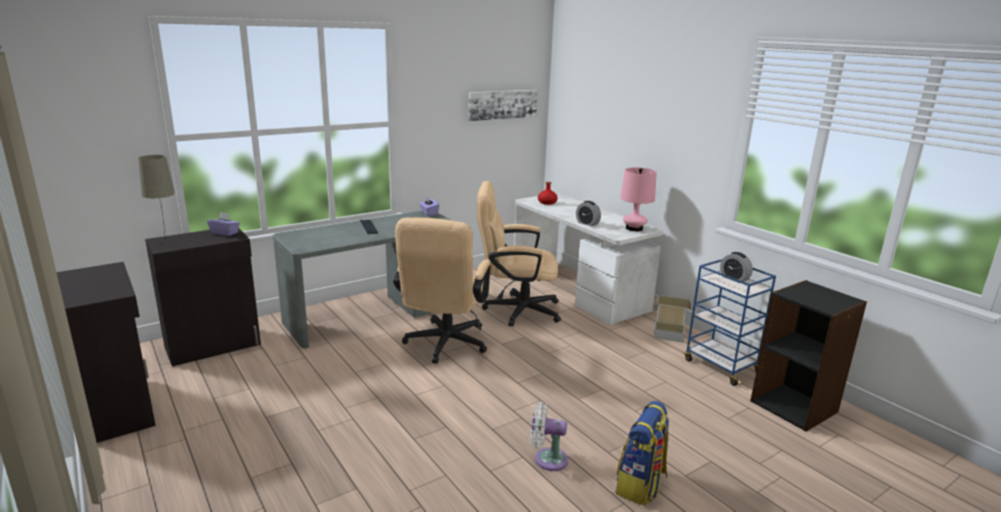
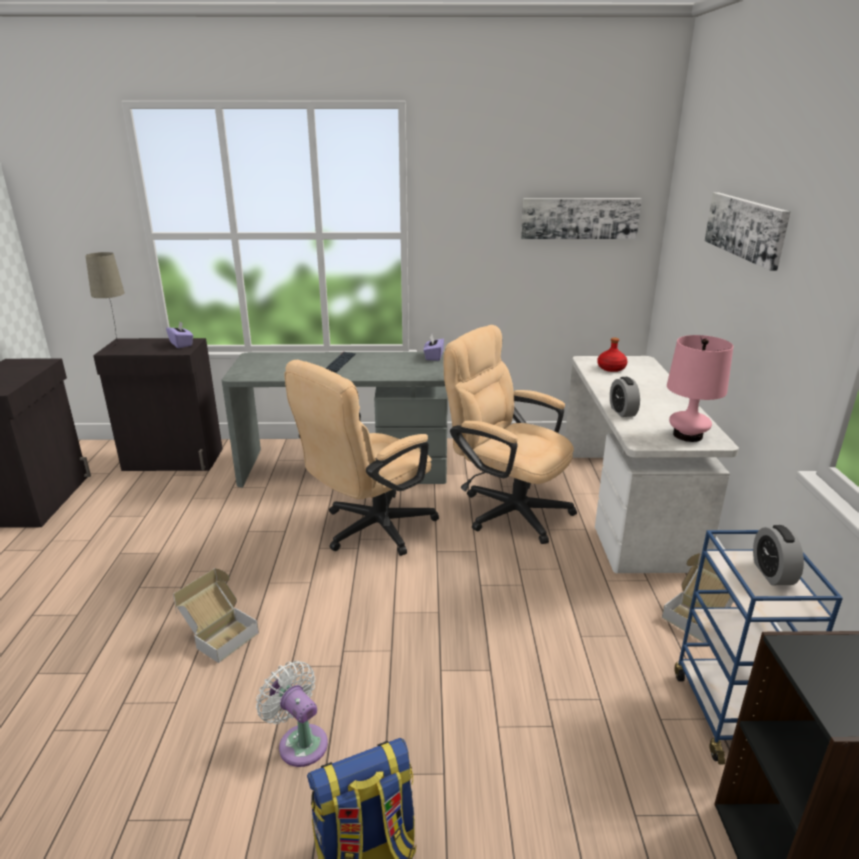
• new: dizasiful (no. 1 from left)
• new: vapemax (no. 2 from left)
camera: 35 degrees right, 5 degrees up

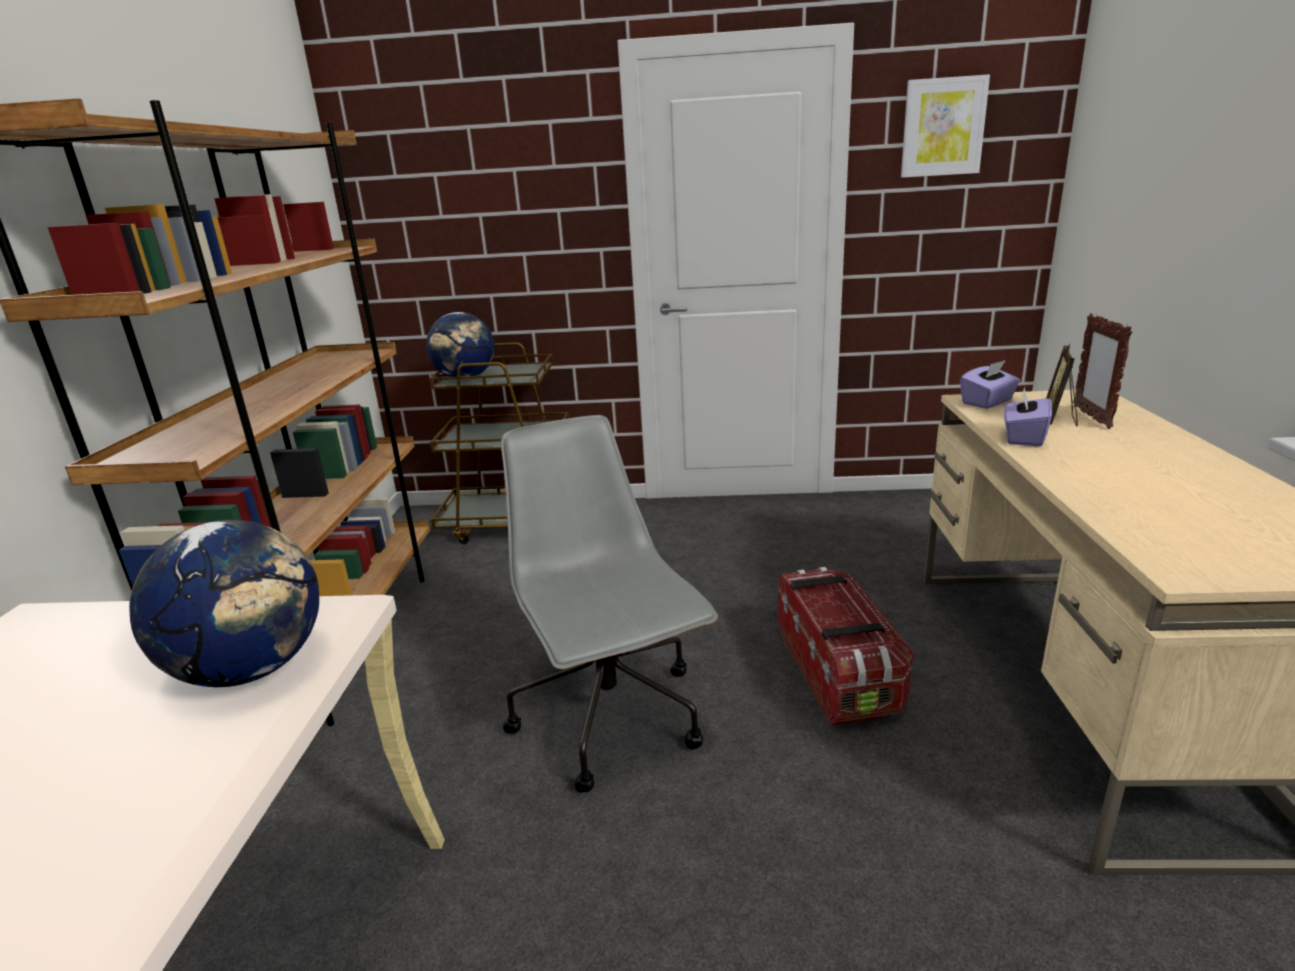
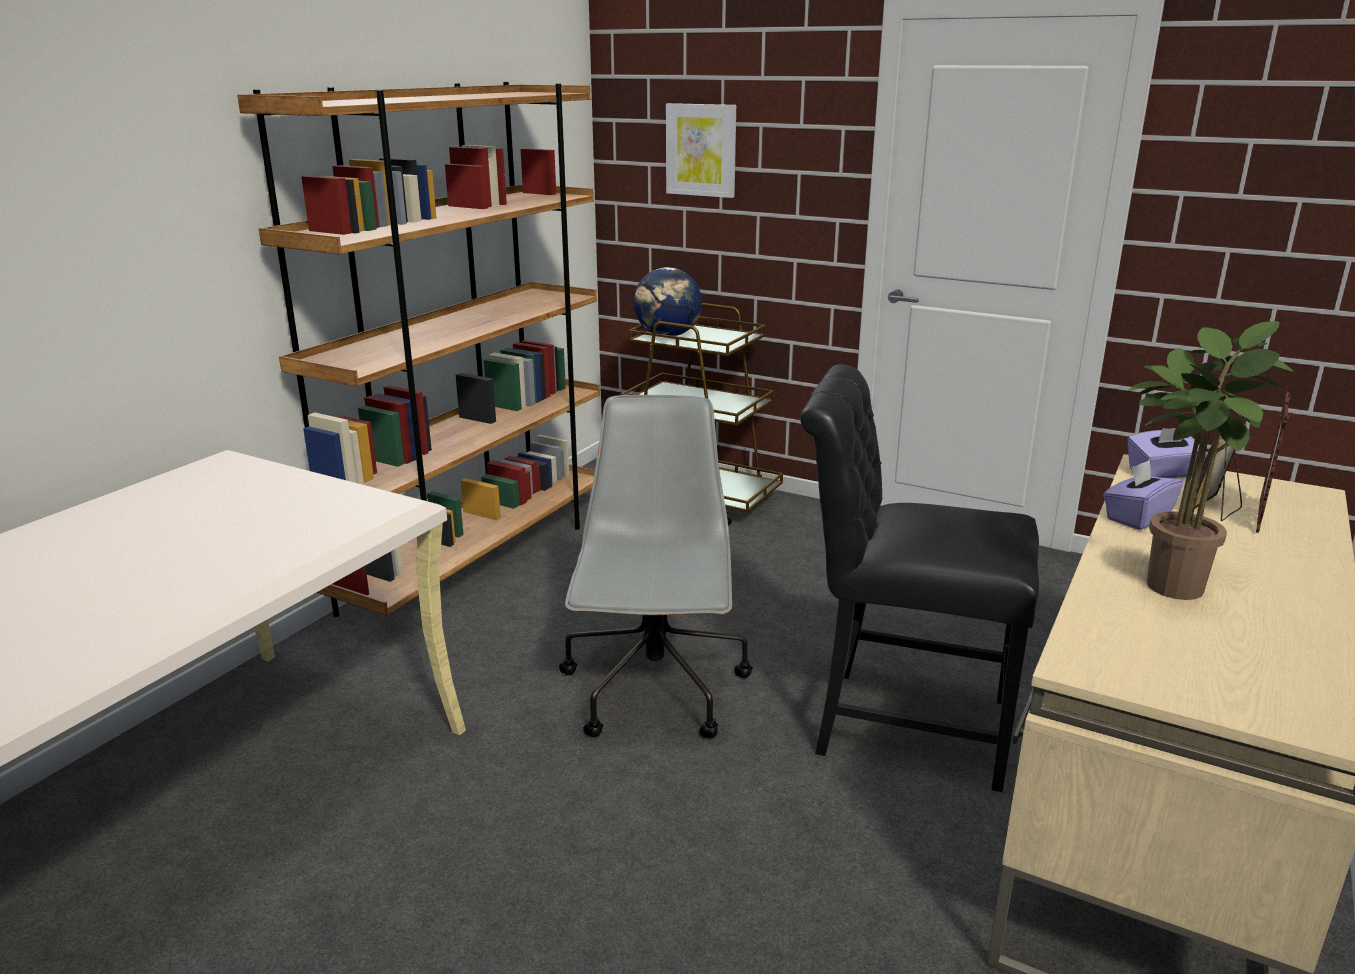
• gone: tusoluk (no. 1 from left)
• swapped: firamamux to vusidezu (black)
• shifted: vapemax
• new: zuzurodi
camera: 25 degrees right, 0 degrees up

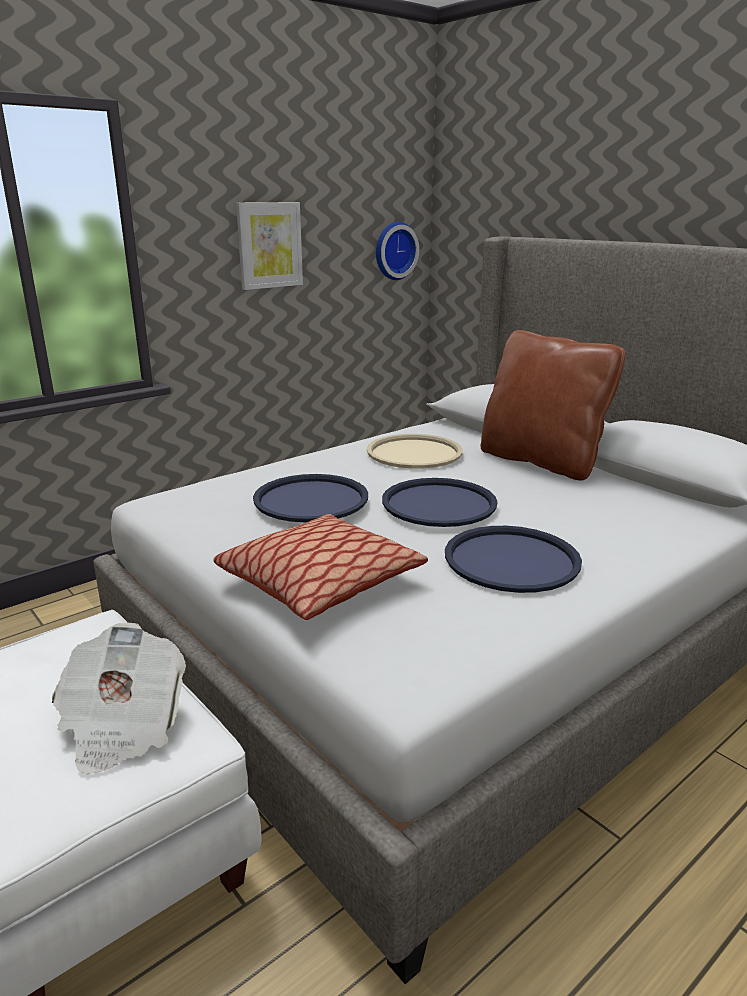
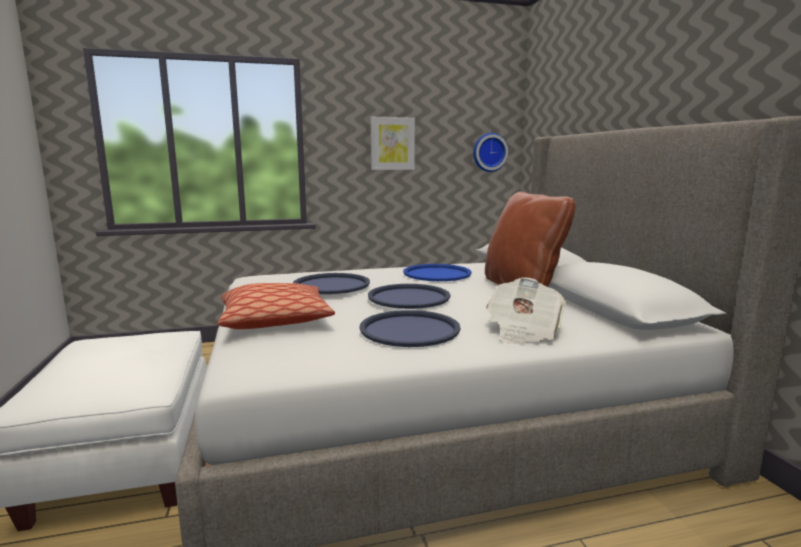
• shifted: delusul
• repainted: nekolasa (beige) to nekolasa (blue) (no. 4 from left)
camera: 25 degrees right, 10 degrees down

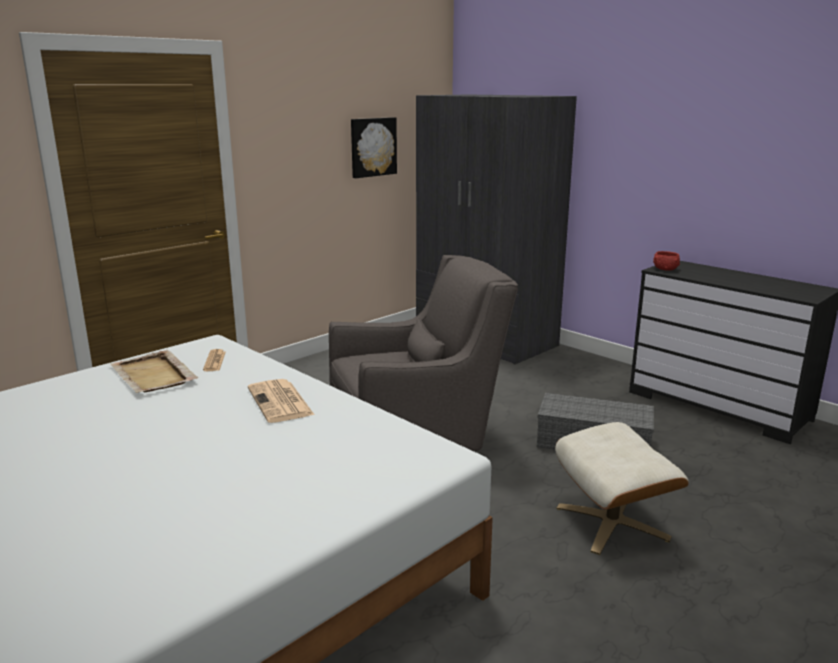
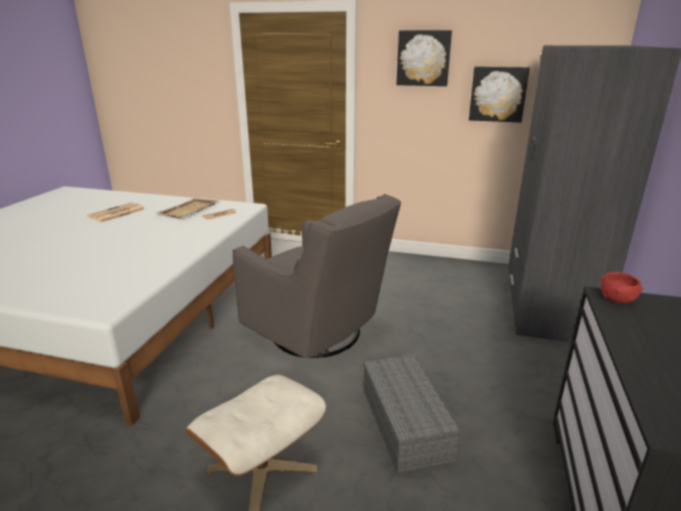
• shifted: delusul (no. 2 from left in the first image) to delusul (no. 1 from left)
• new: vapemax (no. 1 from left)
camera: 60 degrees right, 5 degrees up

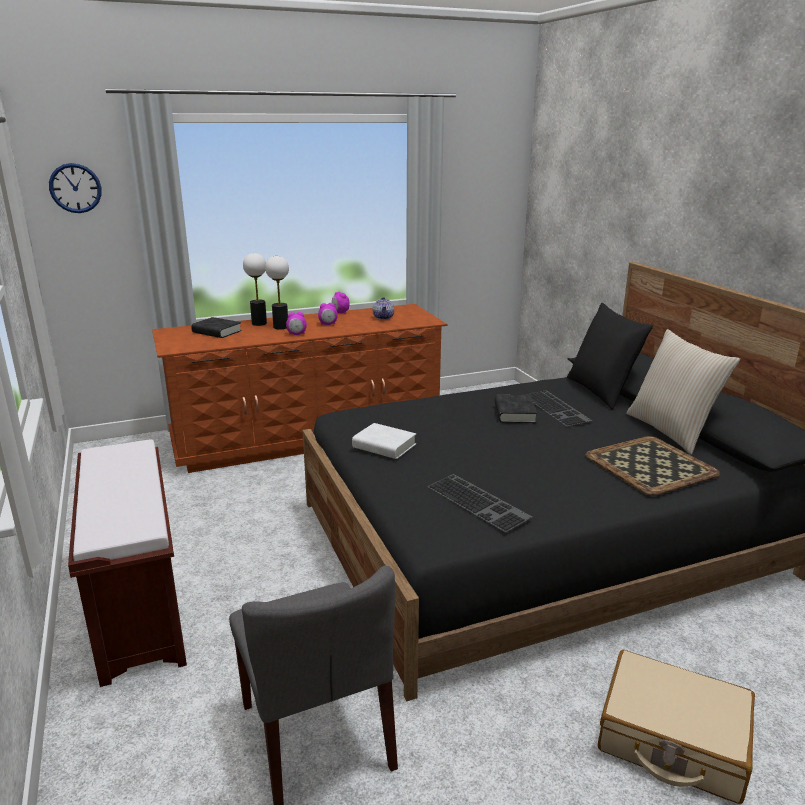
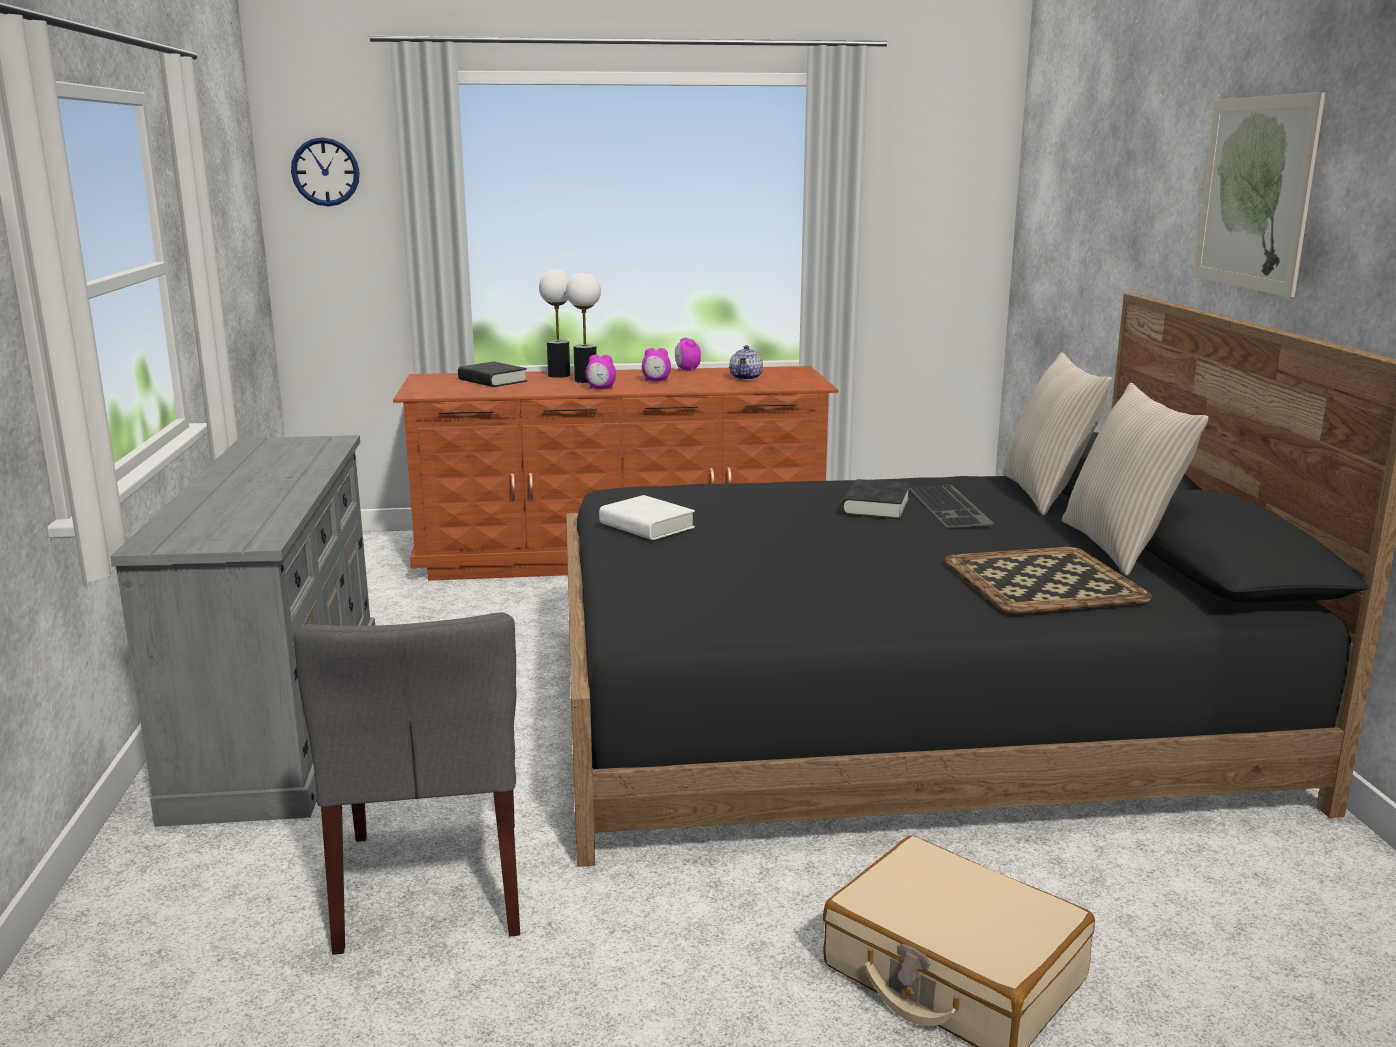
• swapped: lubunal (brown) to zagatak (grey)
• gone: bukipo (no. 1 from left)
• repainted: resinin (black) to resinin (beige) (no. 1 from left)
• new: vapemax
camera: 15 degrees right, 5 degrees down

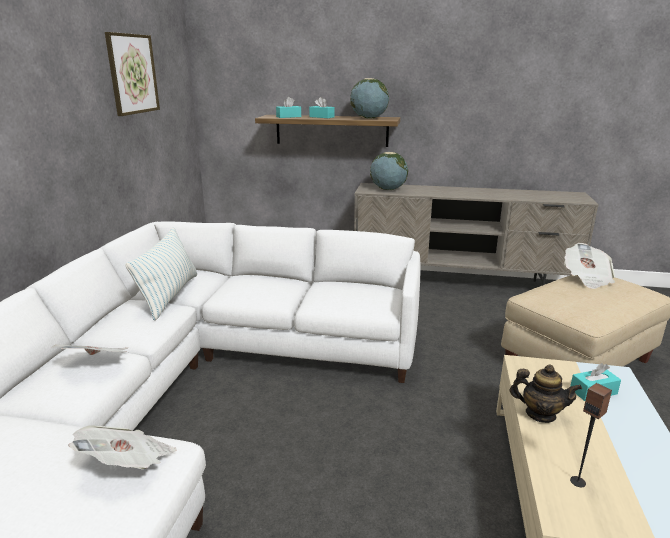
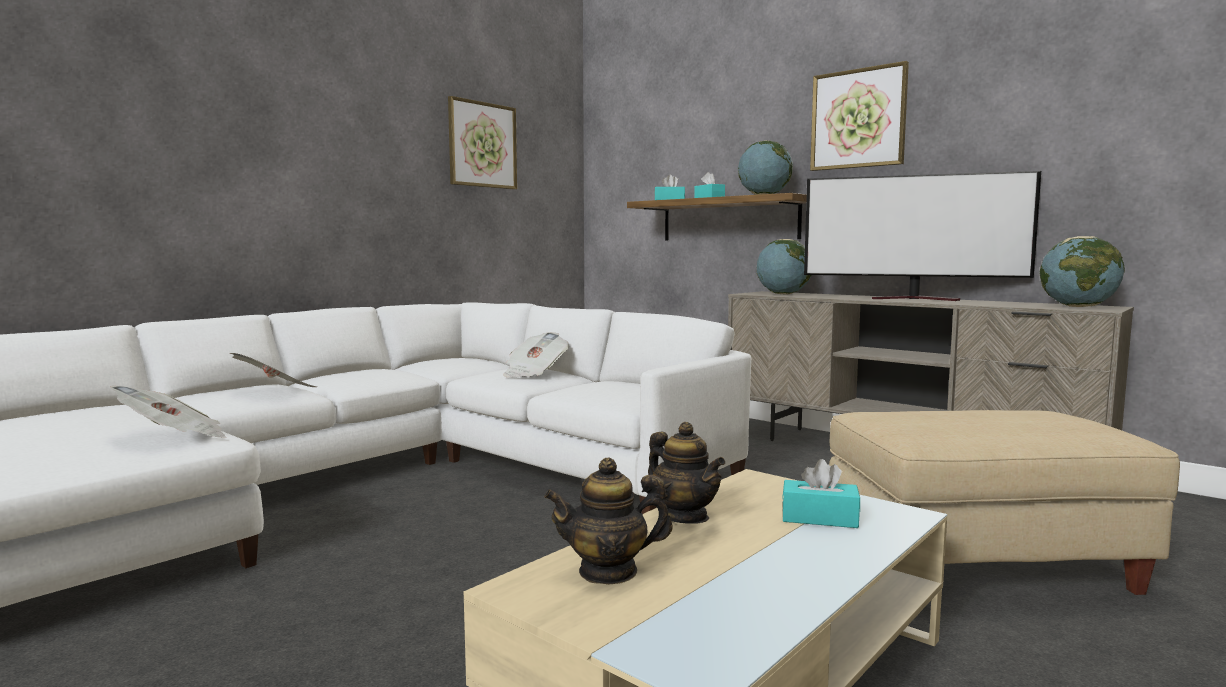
• gone: resinin
• shifted: delusul (no. 3 from left)
• swapped: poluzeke to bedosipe (no. 1 from left)
• new: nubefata
• new: vapemax (no. 2 from left)
• new: tusoluk (no. 3 from left)
camera: 30 degrees right, 15 degrees down

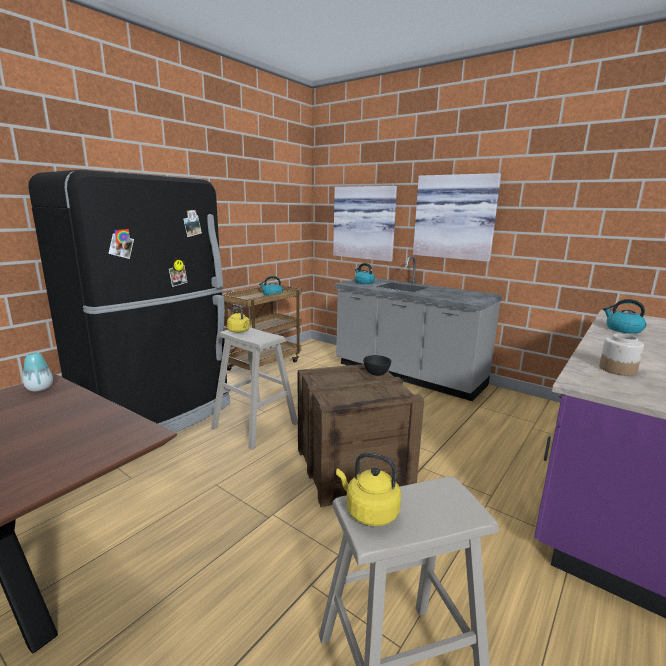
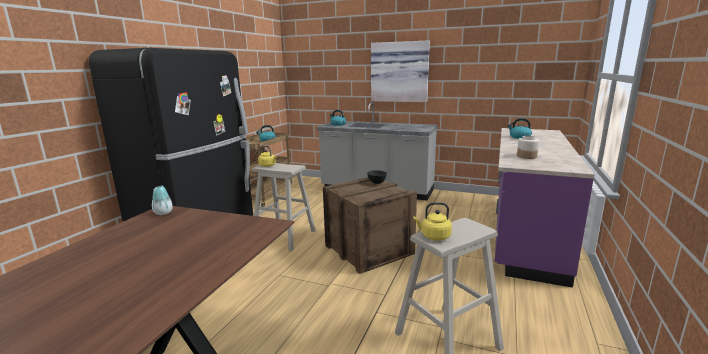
• gone: vapemax (no. 1 from left)
camera: 15 degrees left, 0 degrees up

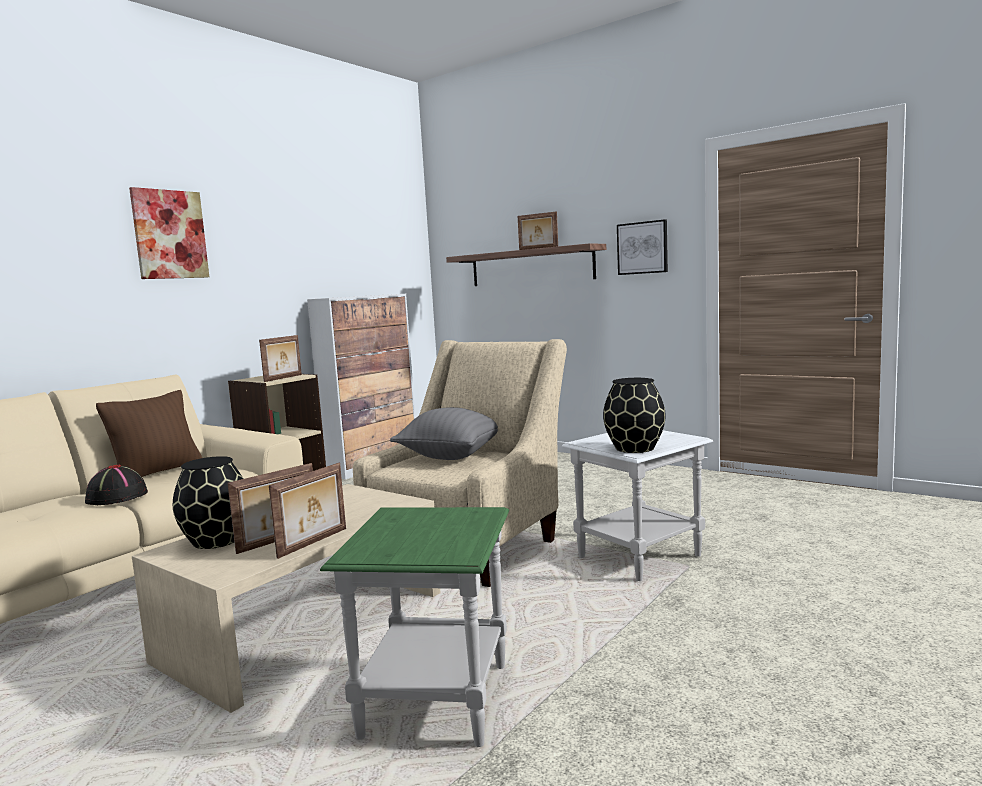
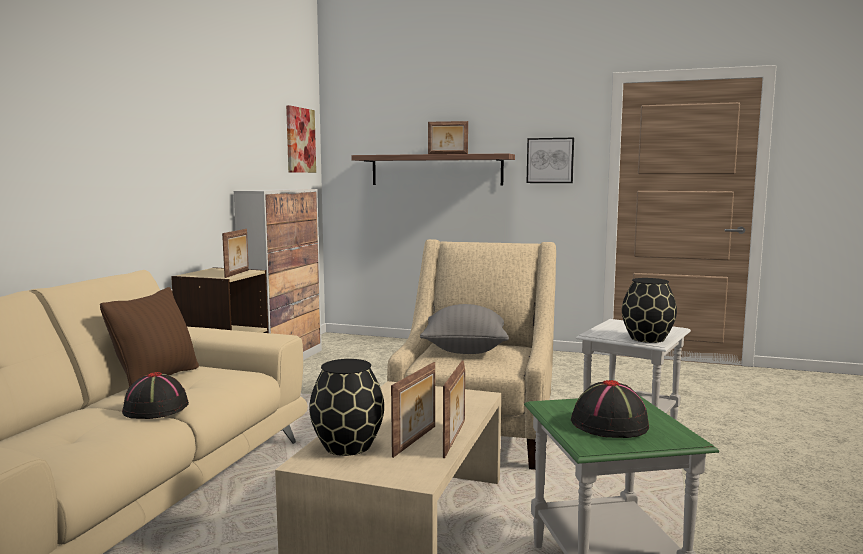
• shifted: vapemax (no. 1 from left)
• new: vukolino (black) (no. 2 from left)
camera: 20 degrees left, 0 degrees up

